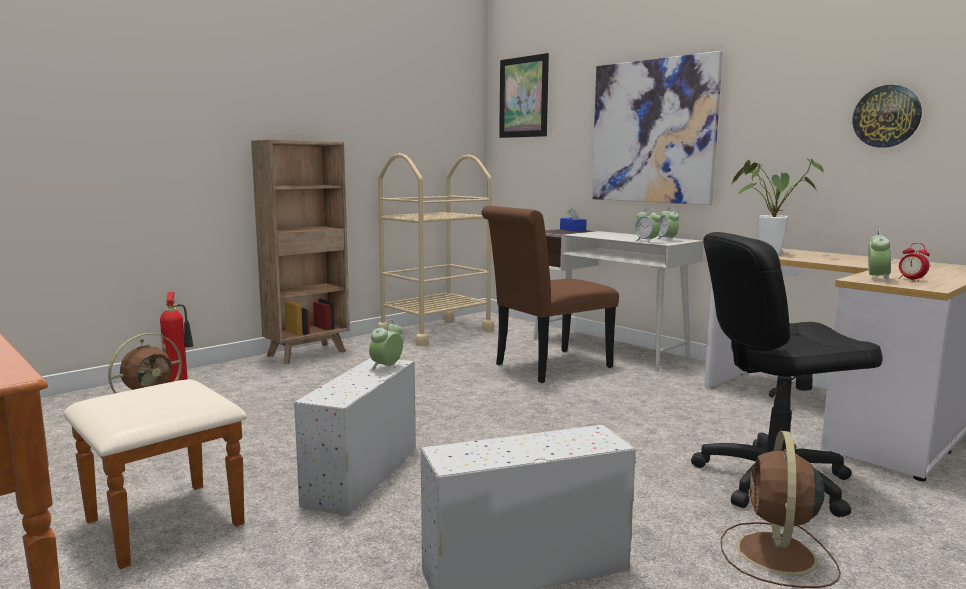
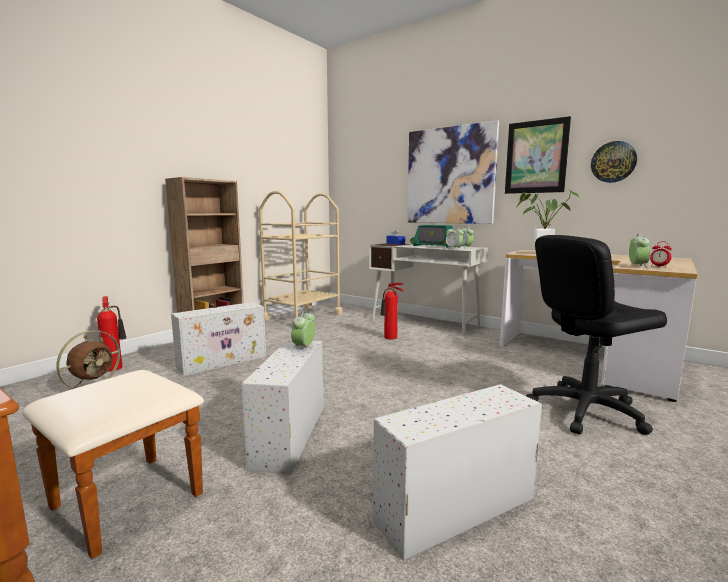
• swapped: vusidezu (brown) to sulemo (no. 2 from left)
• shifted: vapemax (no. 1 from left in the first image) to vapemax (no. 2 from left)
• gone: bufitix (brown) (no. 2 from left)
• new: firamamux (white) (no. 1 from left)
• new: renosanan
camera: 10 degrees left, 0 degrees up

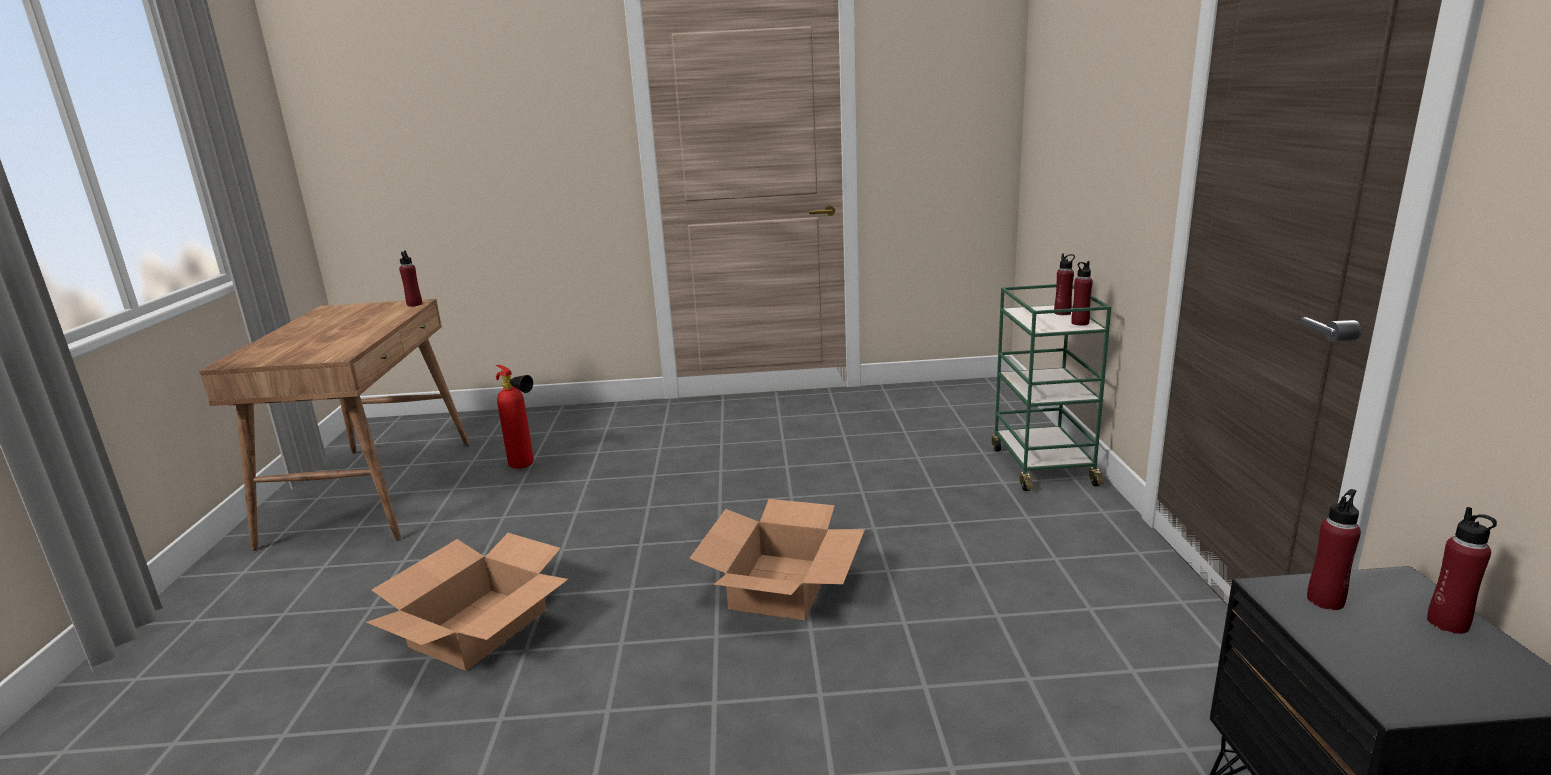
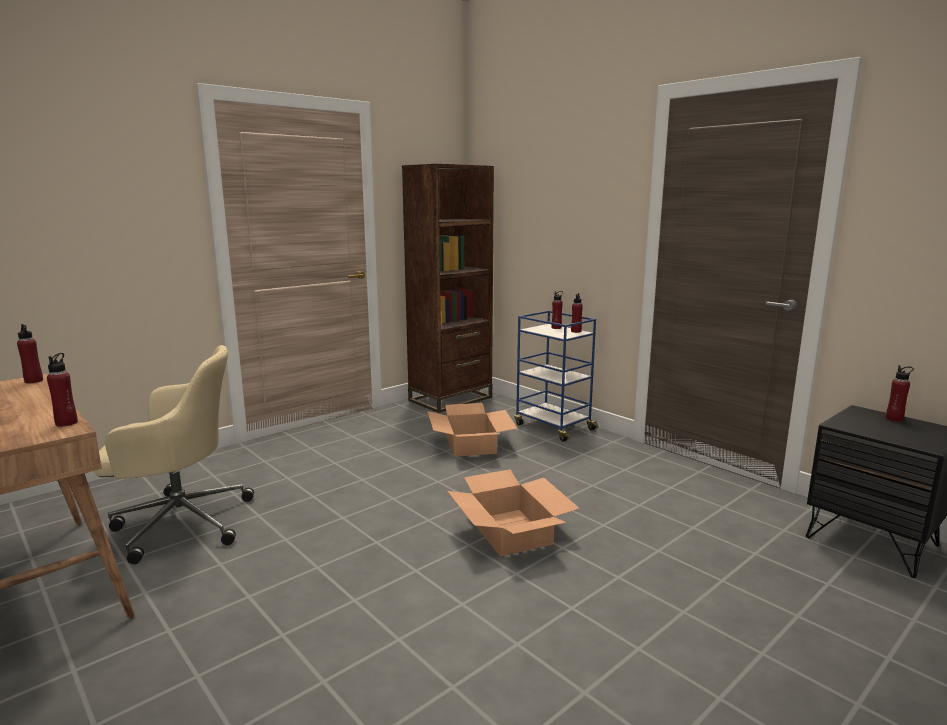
• shifted: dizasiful (no. 1 from left)
• swapped: sulemo to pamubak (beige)
• repainted: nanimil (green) to nanimil (blue)
• shifted: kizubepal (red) (no. 4 from left in the first image) to kizubepal (red) (no. 2 from left)
• new: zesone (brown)
camera: 40 degrees left, 5 degrees down

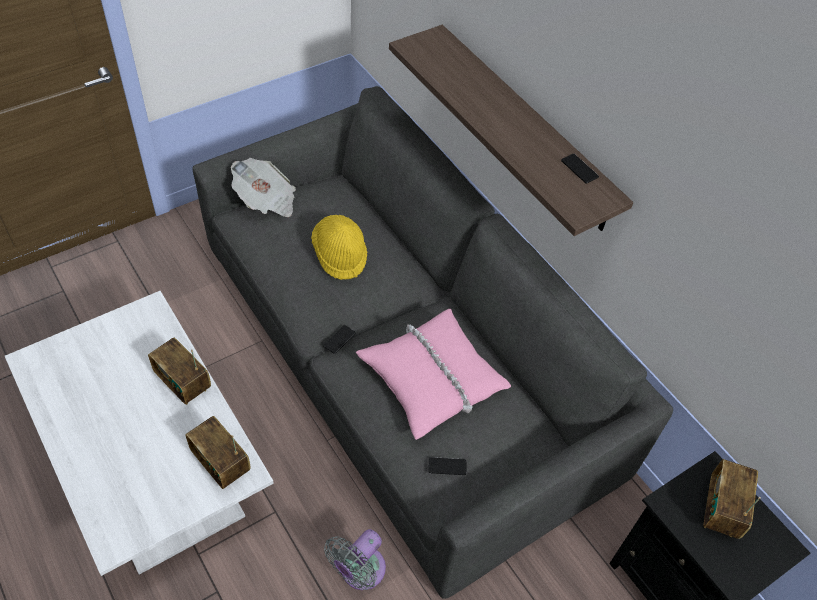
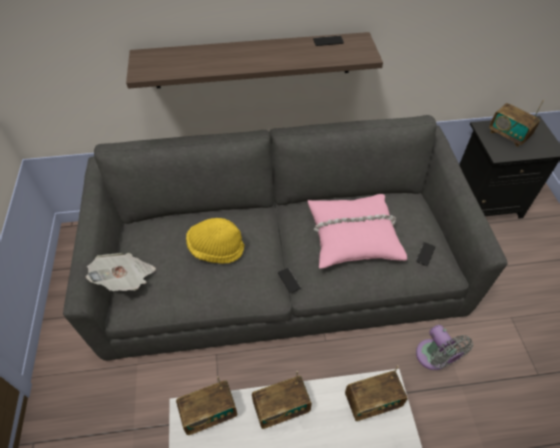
• new: renosanan (no. 1 from left)
camera: 60 degrees left, 0 degrees up

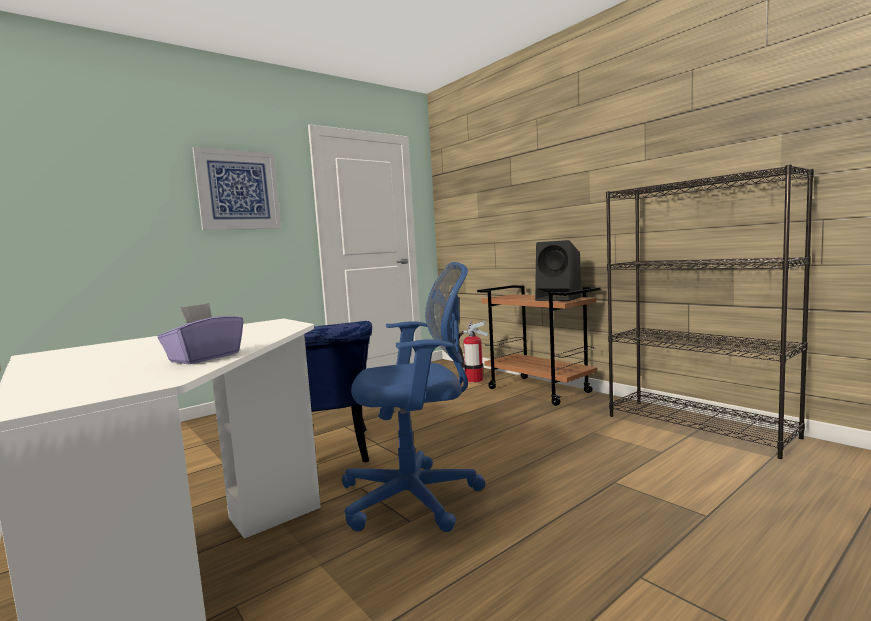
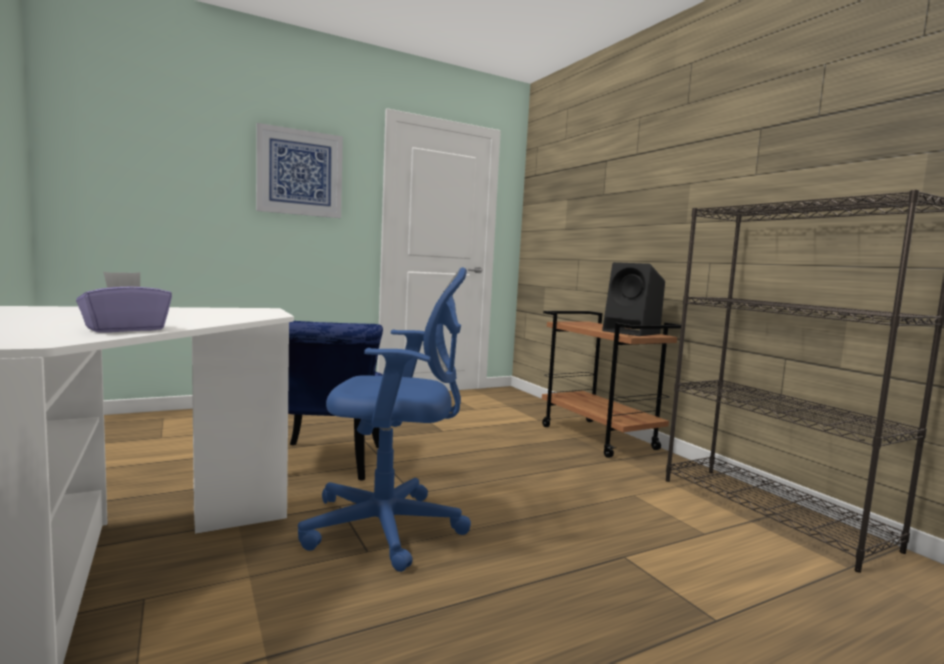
• gone: sulemo
camera: 10 degrees right, 0 degrees up

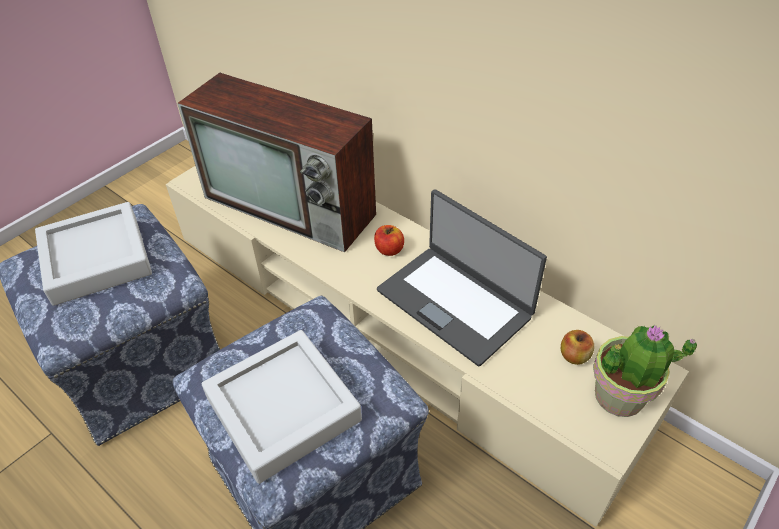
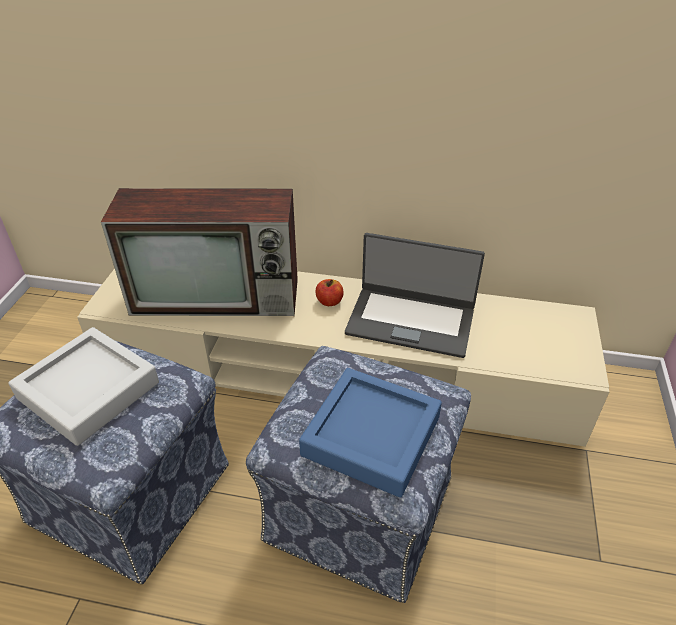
• repainted: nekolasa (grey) (no. 2 from left) to nekolasa (blue)
• gone: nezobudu (no. 2 from left)
• gone: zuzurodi
camera: 30 degrees left, 5 degrees down

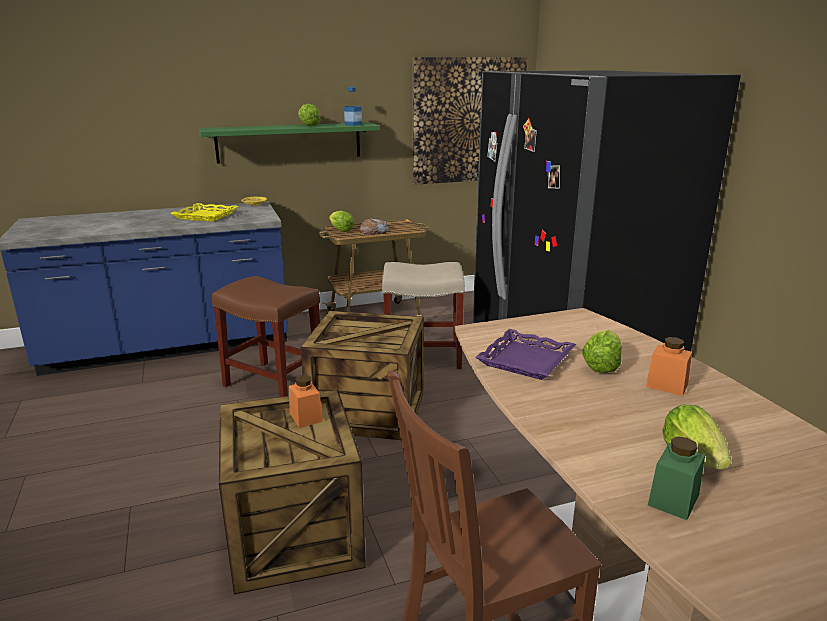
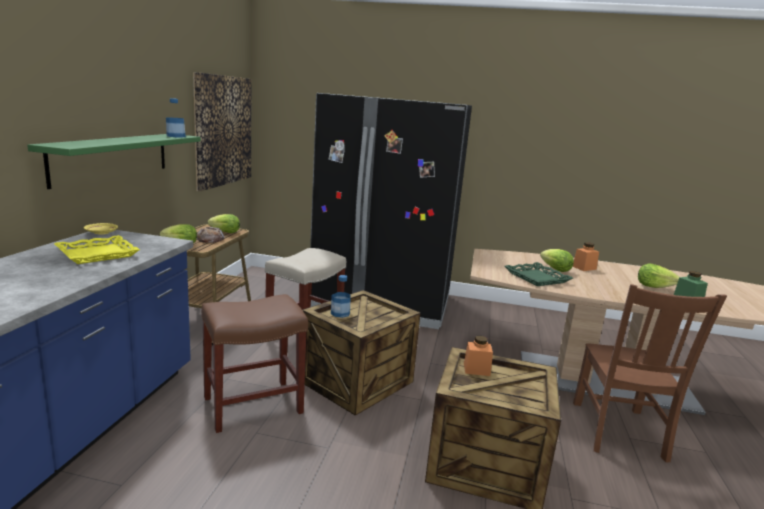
• shifted: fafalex (no. 1 from left in the first image) to fafalex (no. 2 from left)
• repainted: nekolasa (purple) to nekolasa (green)
• new: kizubepal (no. 2 from left)
camera: 60 degrees left, 5 degrees down

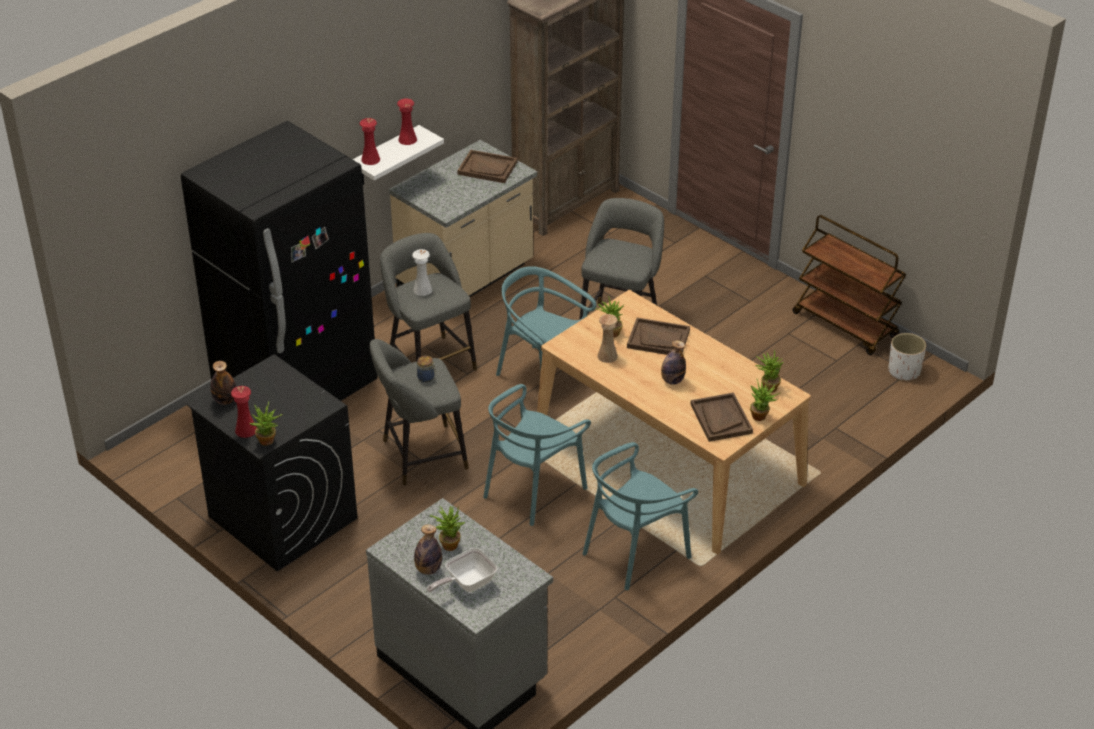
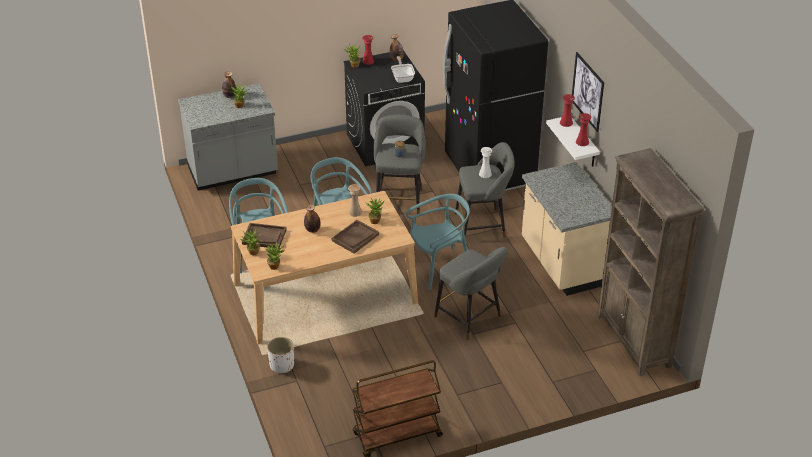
• shifted: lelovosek
• gone: nekolasa (brown) (no. 1 from left)
• shifted: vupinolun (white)
• new: vapemax
camera: 115 degrees right, 0 degrees up

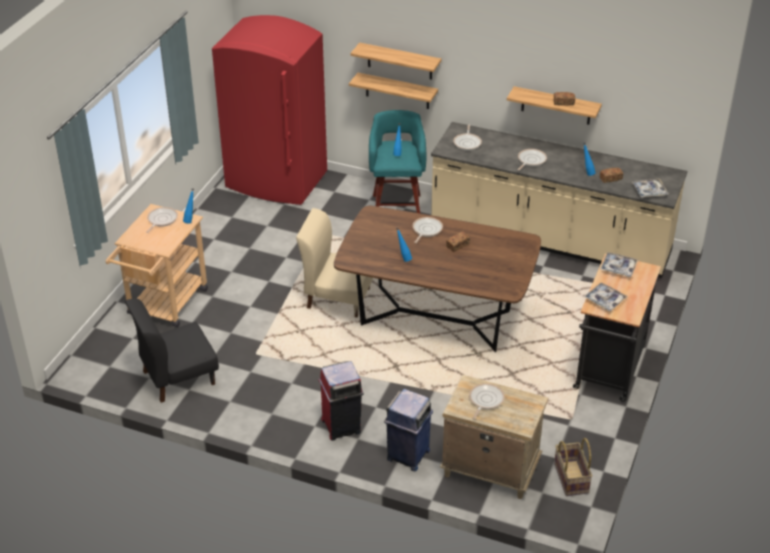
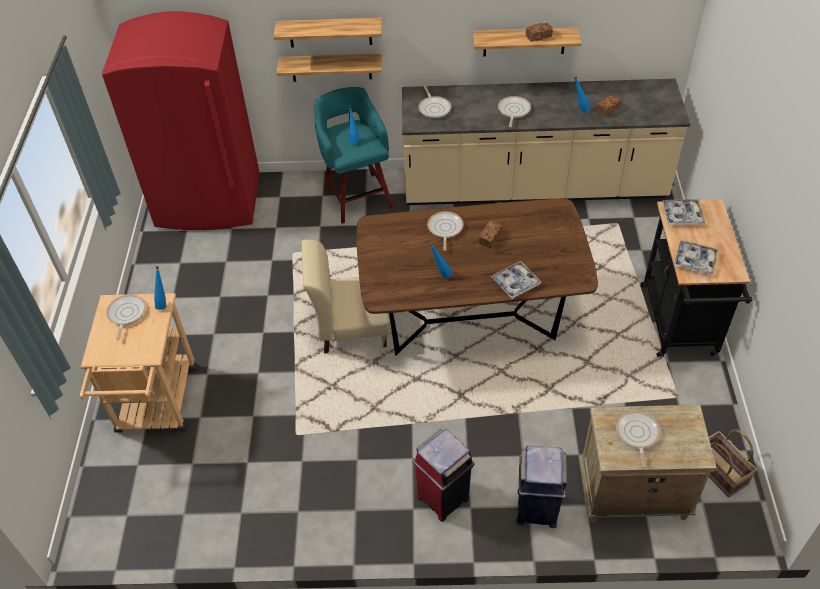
• gone: vusidezu (black)
• shifted: nekolasa (no. 3 from left in the first image) to nekolasa (no. 1 from left)
camera: 20 degrees left, 10 degrees up

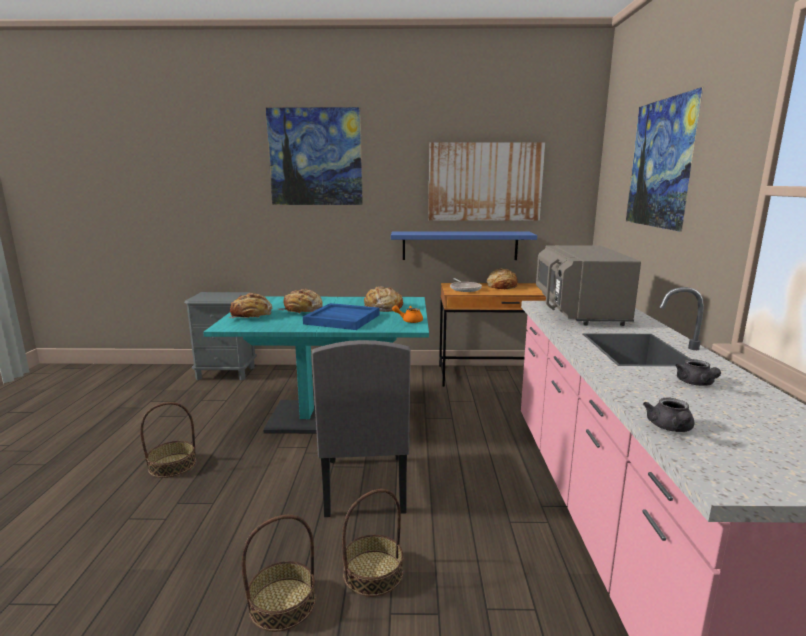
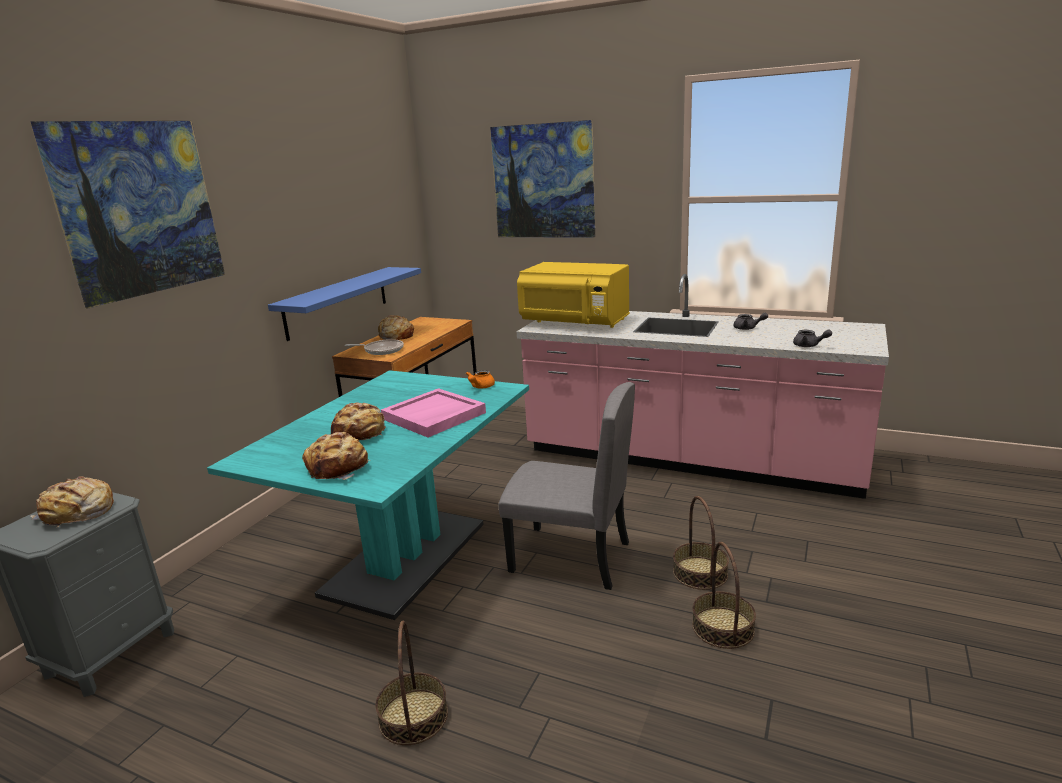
• repainted: nekolasa (blue) to nekolasa (pink)
• shifted: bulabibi (no. 3 from left in the first image) to bulabibi (no. 1 from left)
• gone: vapemax (no. 2 from left)
• repainted: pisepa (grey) to pisepa (yellow)
camera: 65 degrees left, 5 degrees up

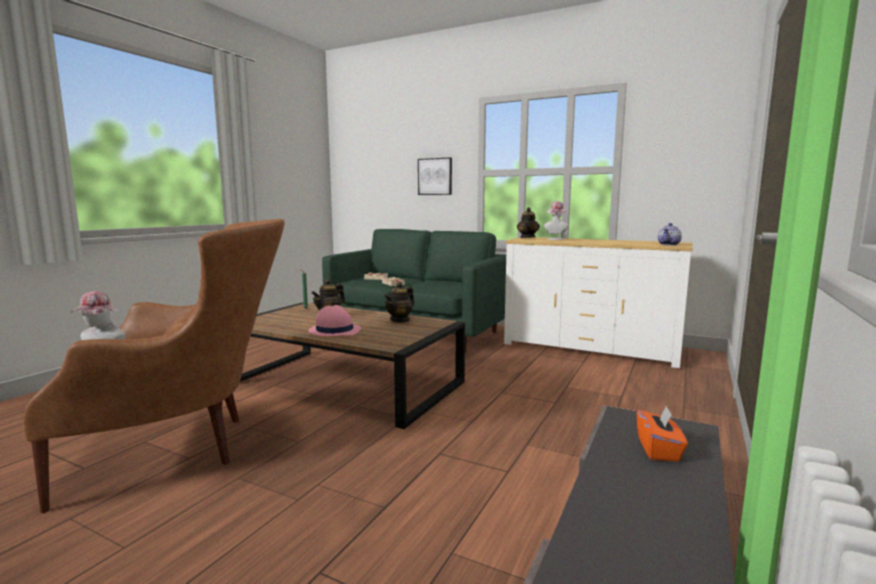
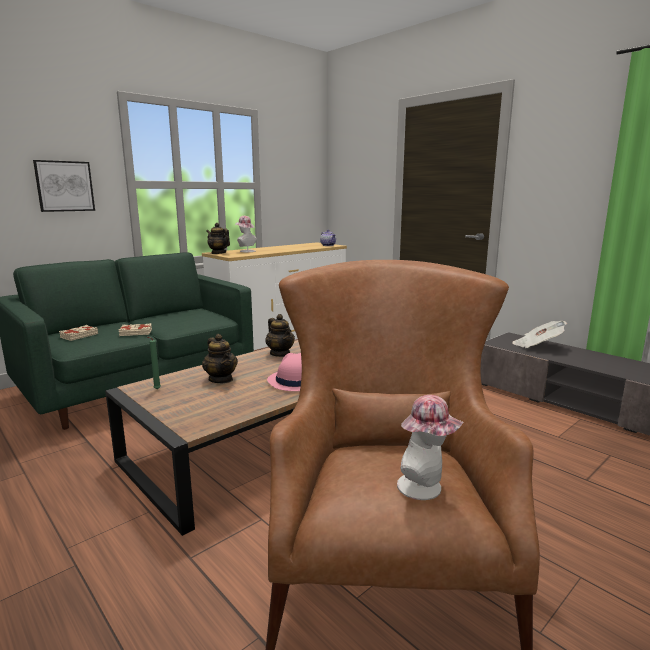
• swapped: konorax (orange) to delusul
camera: 70 degrees left, 5 degrees up

